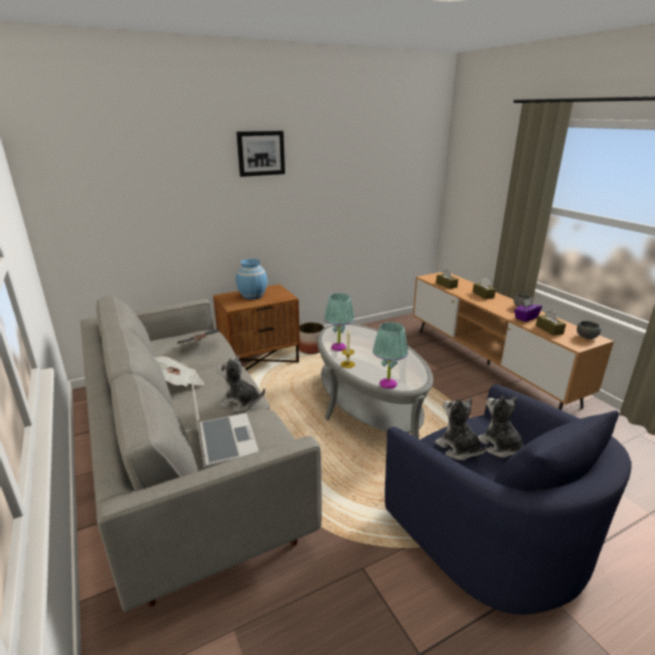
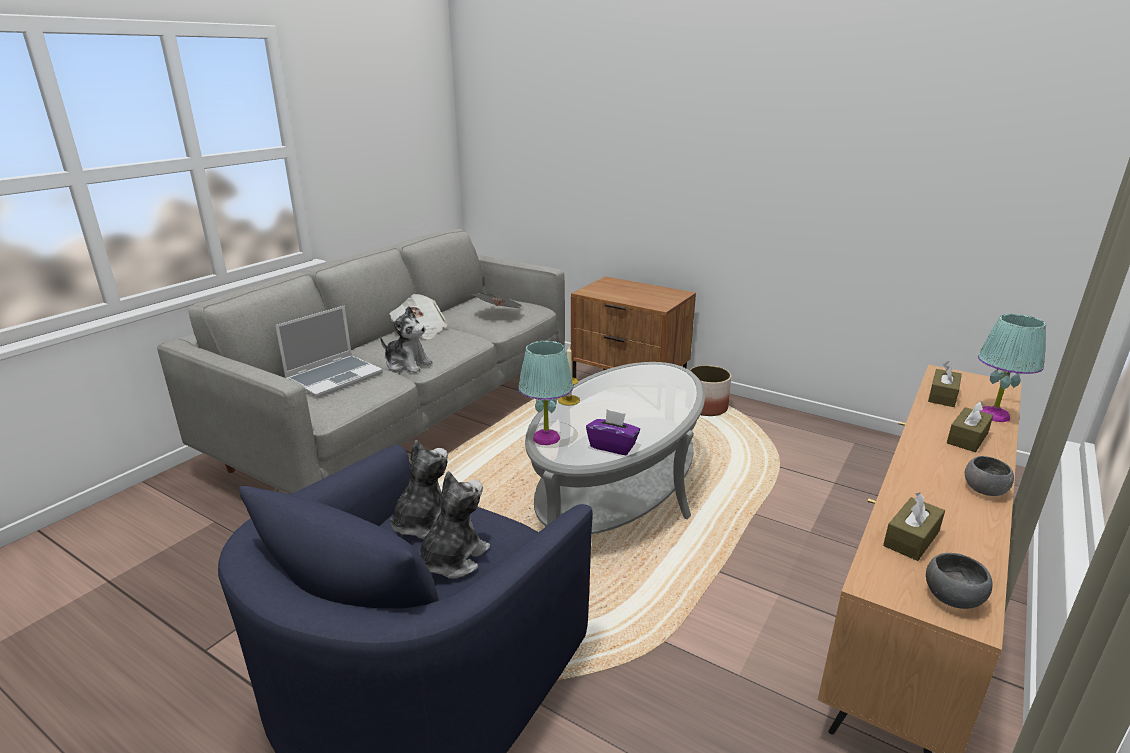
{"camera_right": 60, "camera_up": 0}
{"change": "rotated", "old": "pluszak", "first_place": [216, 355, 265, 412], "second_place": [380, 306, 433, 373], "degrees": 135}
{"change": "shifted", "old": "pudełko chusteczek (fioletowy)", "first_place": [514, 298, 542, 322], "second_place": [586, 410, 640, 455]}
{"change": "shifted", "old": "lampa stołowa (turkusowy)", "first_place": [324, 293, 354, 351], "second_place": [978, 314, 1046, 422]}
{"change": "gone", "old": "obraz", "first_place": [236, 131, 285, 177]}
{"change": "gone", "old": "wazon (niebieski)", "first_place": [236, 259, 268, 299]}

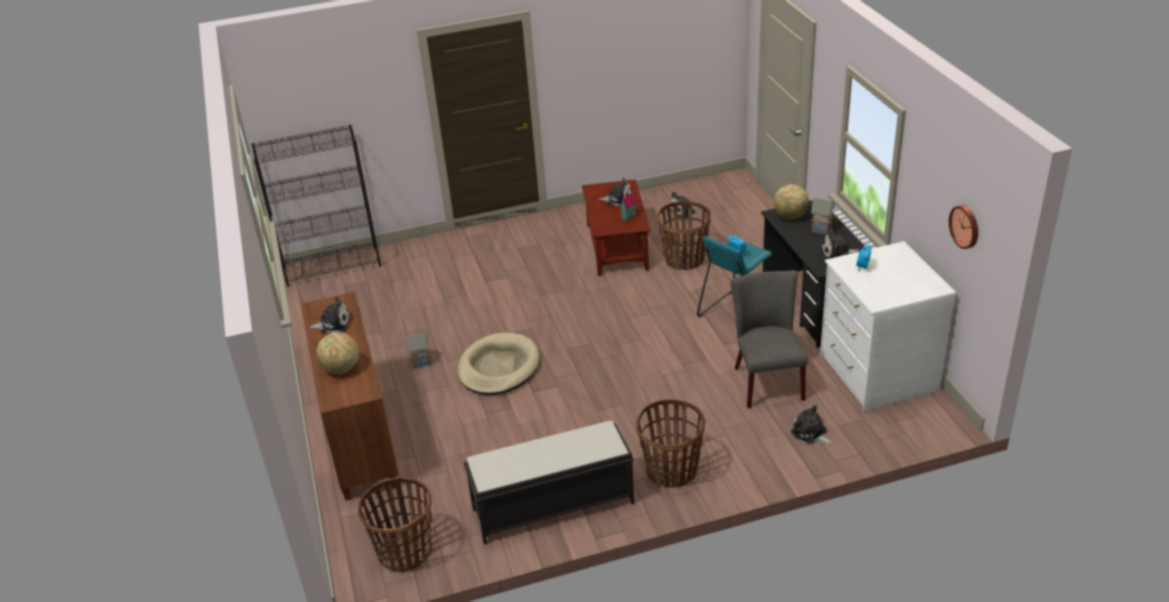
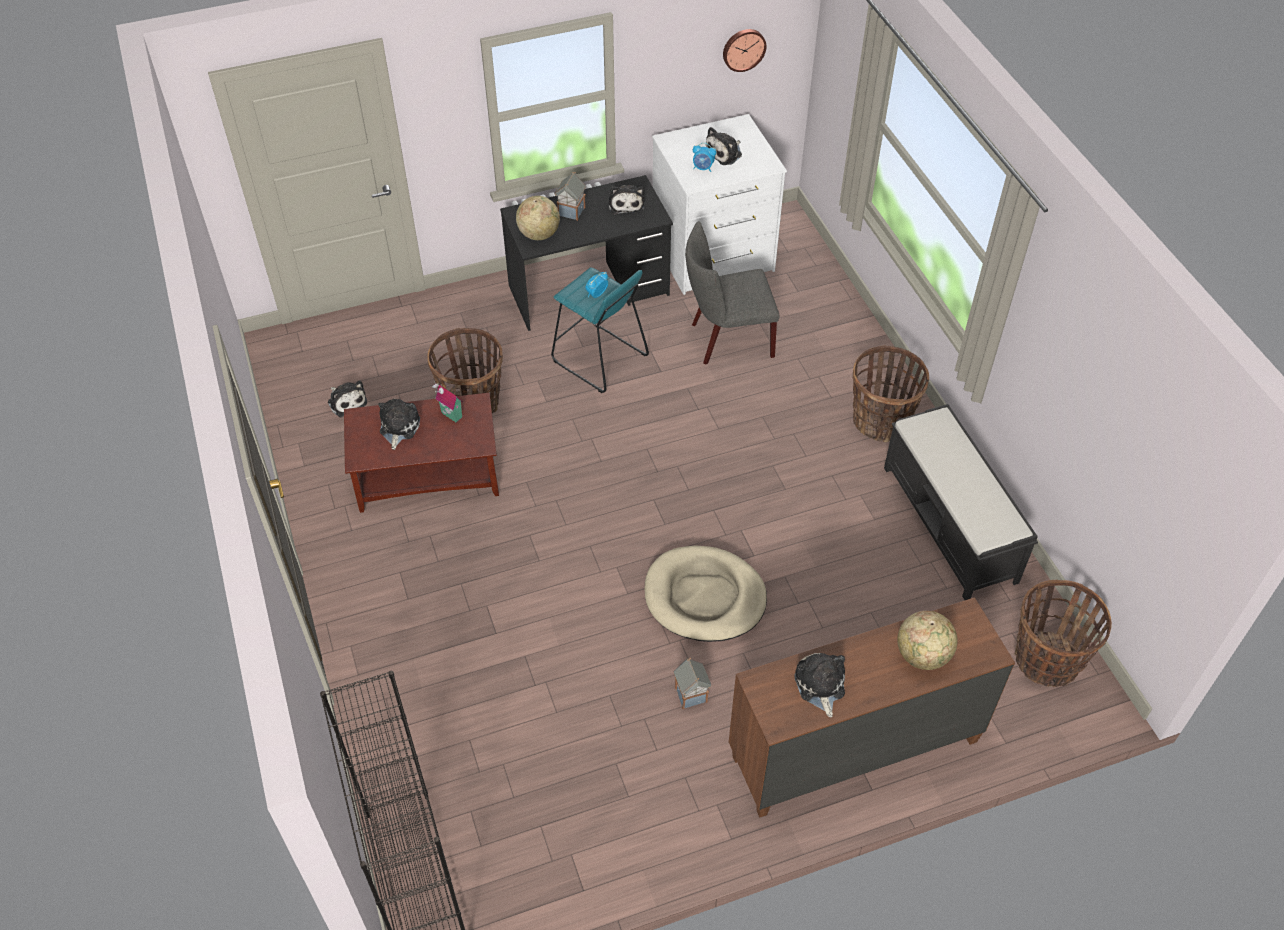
{"camera_right": -95, "camera_up": 15}
{"change": "shifted", "old": "pluszak", "first_place": [791, 405, 832, 444], "second_place": [706, 127, 742, 165]}

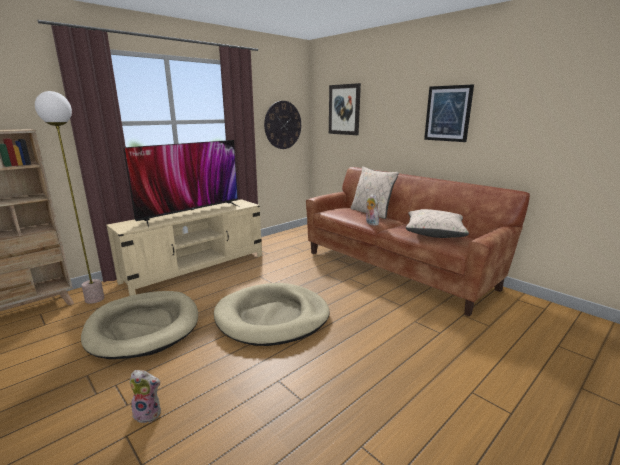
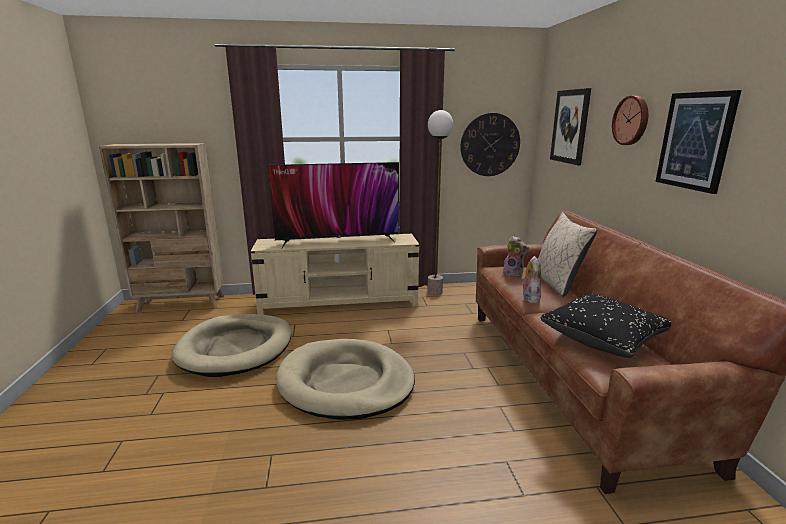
{"camera_right": 35, "camera_up": 0}
{"change": "shifted", "old": "lampa stojąca", "first_place": [35, 91, 104, 304], "second_place": [427, 110, 453, 295]}
{"change": "shifted", "old": "pluszak", "first_place": [129, 370, 161, 423], "second_place": [503, 236, 529, 277]}
{"change": "repainted", "old": "poduszka (beżowy)", "new": "poduszka (czarny)", "first_place": [406, 209, 469, 238], "second_place": [540, 294, 671, 358]}
{"change": "new", "new": "zegar ścienny", "second_place": [612, 96, 648, 145]}

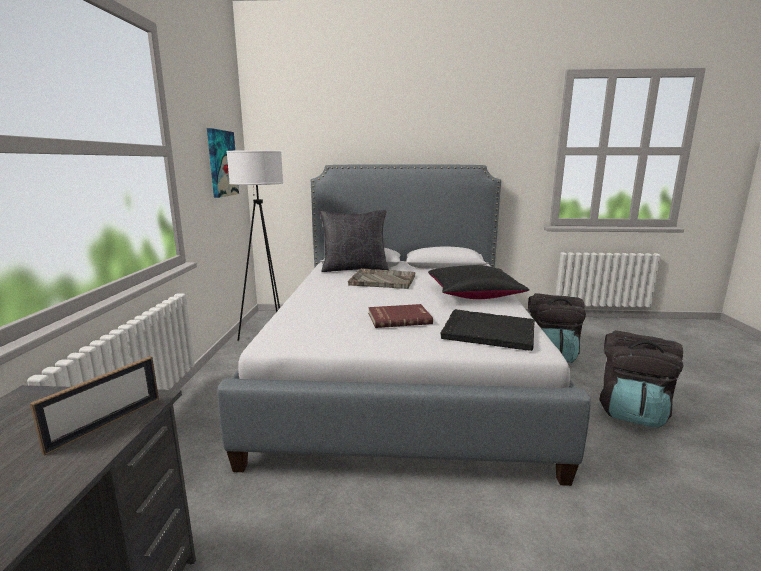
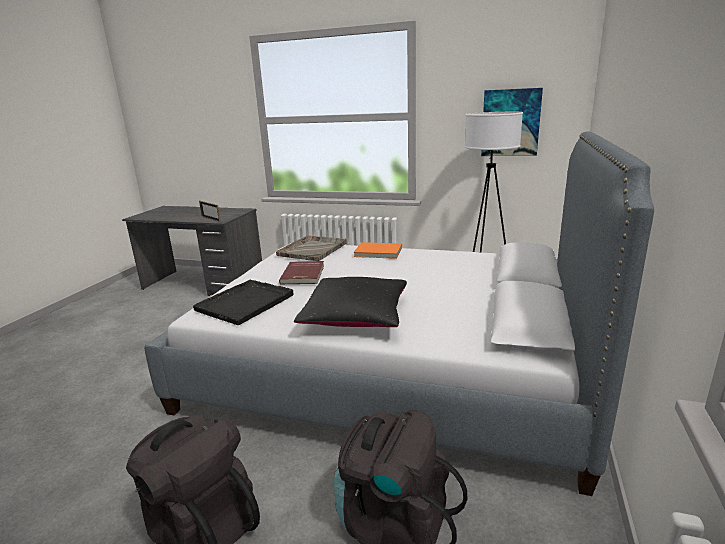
{"camera_right": 105, "camera_up": 5}
{"change": "shifted", "old": "taca (szary)", "first_place": [348, 268, 415, 289], "second_place": [276, 235, 347, 261]}
{"change": "new", "new": "książka (pomarańczowy)", "second_place": [354, 242, 402, 259]}
{"change": "gone", "old": "poduszka (czarny)", "first_place": [320, 210, 389, 272]}

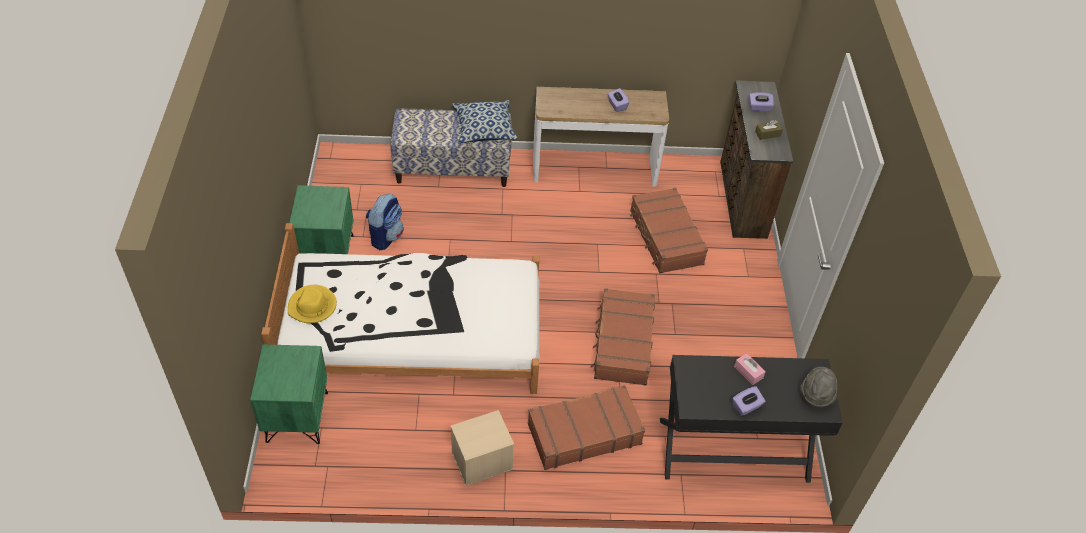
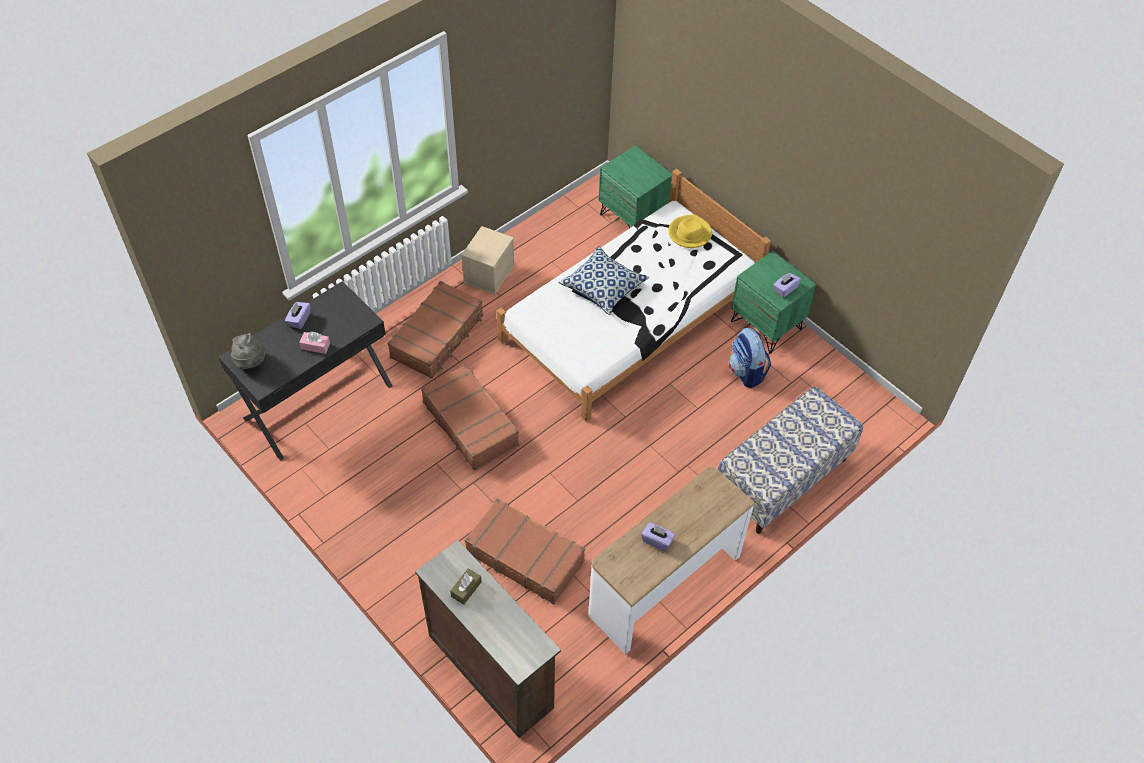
{"camera_right": 140, "camera_up": 5}
{"change": "shifted", "old": "poduszka", "first_place": [452, 100, 518, 144], "second_place": [559, 246, 649, 315]}
{"change": "shifted", "old": "pudełko chusteczek (fioletowy)", "first_place": [749, 92, 774, 112], "second_place": [773, 273, 801, 298]}

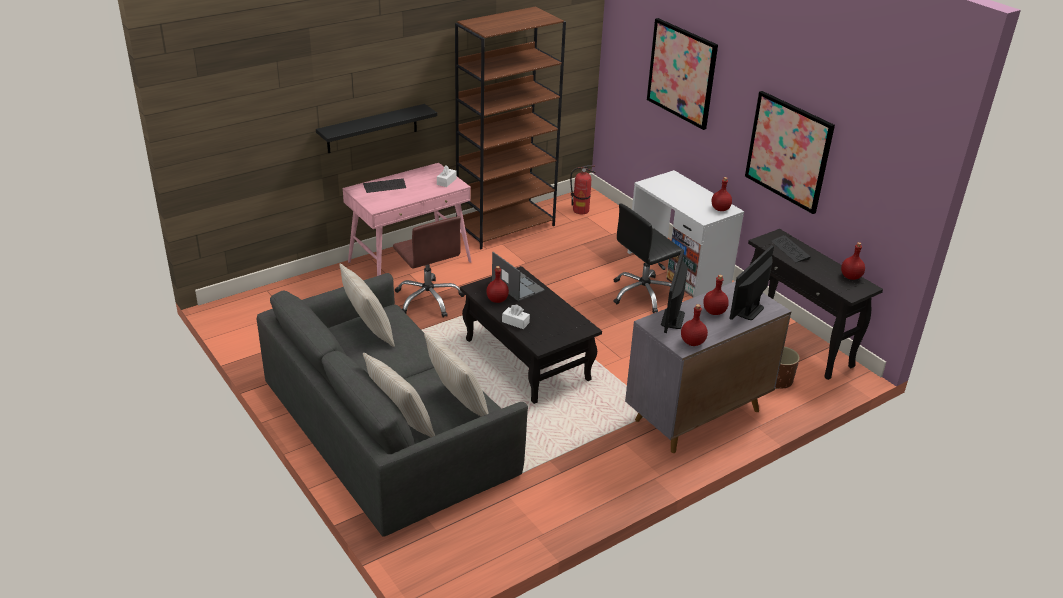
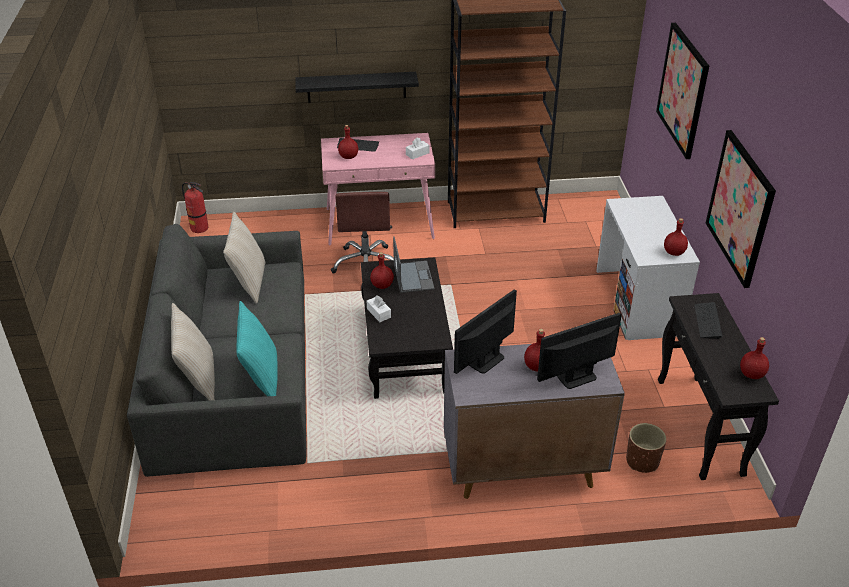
{"camera_right": 30, "camera_up": 5}
{"change": "shifted", "old": "gaśnica", "first_place": [570, 165, 596, 214], "second_place": [182, 182, 208, 233]}
{"change": "repainted", "old": "poduszka (beżowy)", "new": "poduszka (turkusowy)", "first_place": [424, 334, 489, 417], "second_place": [236, 301, 277, 396]}
{"change": "shifted", "old": "butelka (czerwony)", "first_place": [681, 304, 708, 346], "second_place": [338, 125, 358, 159]}
{"change": "gone", "old": "krzesło biurowe (czarny)", "first_place": [614, 203, 683, 314]}

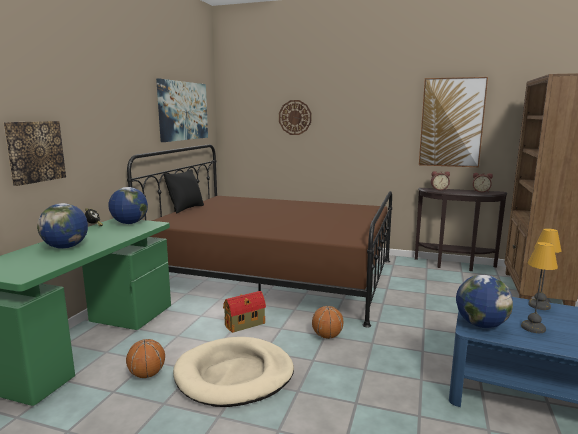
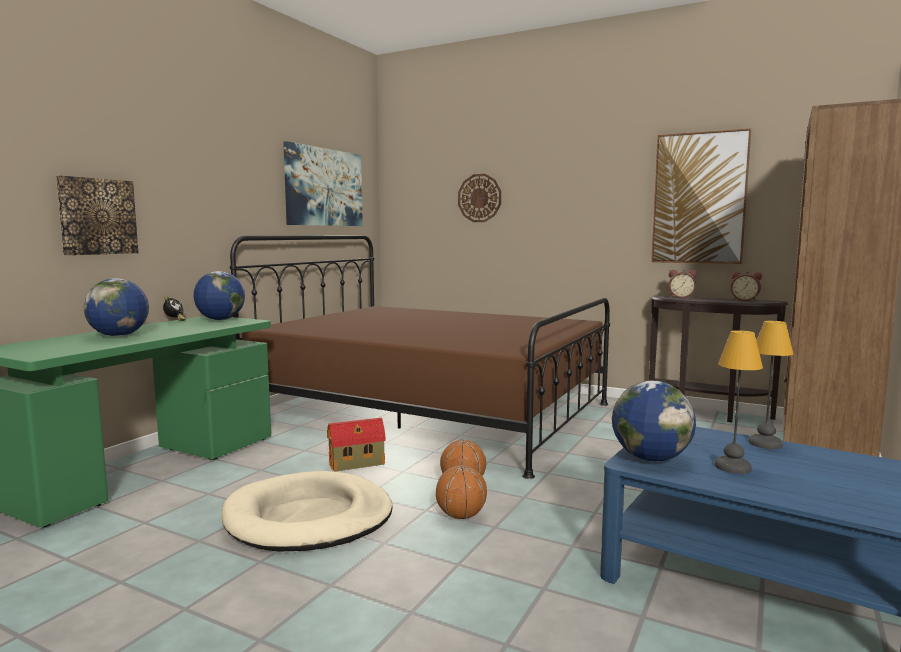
{"camera_right": 10, "camera_up": -5}
{"change": "shifted", "old": "piłka do koszykówki", "first_place": [126, 339, 165, 378], "second_place": [436, 465, 487, 519]}
{"change": "gone", "old": "poduszka (czarny)", "first_place": [164, 169, 204, 213]}

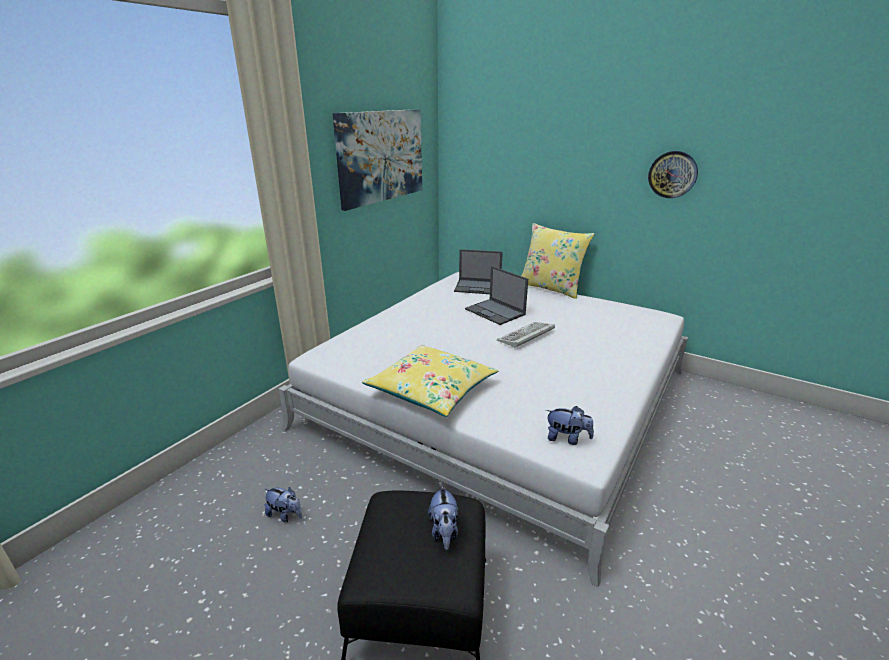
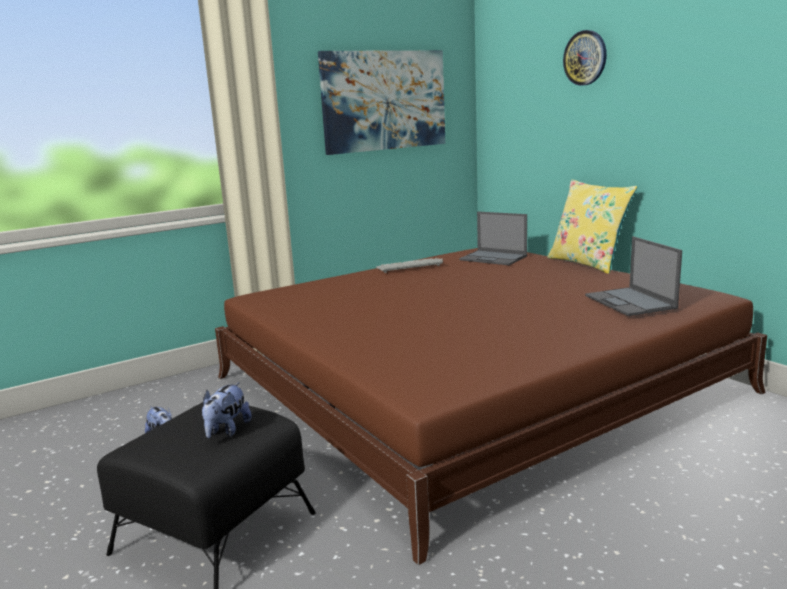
{"camera_right": 25, "camera_up": -10}
{"change": "repainted", "old": "łóżko (biały)", "new": "łóżko (brązowy)", "first_place": [278, 272, 688, 587], "second_place": [215, 248, 767, 565]}
{"change": "shifted", "old": "klawiatura", "first_place": [497, 322, 555, 348], "second_place": [376, 258, 443, 273]}
{"change": "shifted", "old": "zegar ścienny", "first_place": [648, 151, 698, 198], "second_place": [563, 30, 607, 86]}
{"change": "shifted", "old": "laptop", "first_place": [465, 266, 528, 325], "second_place": [585, 236, 682, 316]}
{"change": "gone", "old": "poduszka (żółty)", "first_place": [362, 345, 498, 417]}
{"change": "gone", "old": "pluszak", "first_place": [546, 406, 594, 445]}

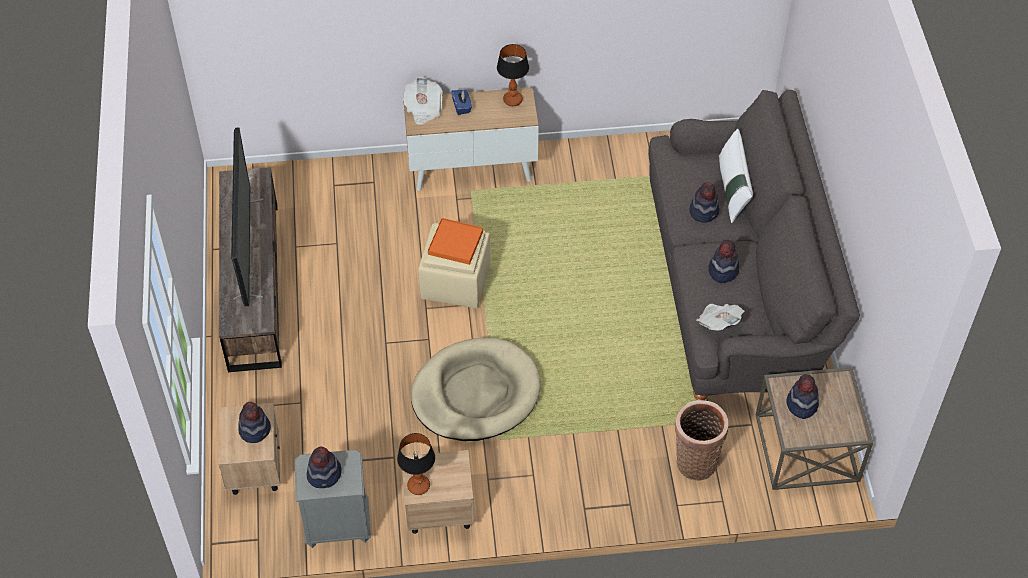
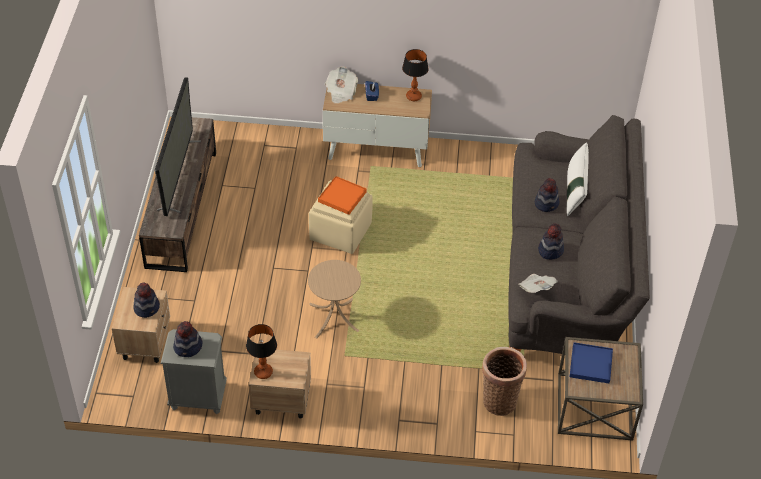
{"camera_right": 10, "camera_up": -5}
{"change": "swapped", "old": "legowisko (beżowy)", "new": "stolik (beżowy)", "first_place": [411, 337, 541, 441], "second_place": [308, 260, 361, 338]}
{"change": "swapped", "old": "kapelusz", "new": "taca (niebieski)", "first_place": [787, 374, 819, 419], "second_place": [570, 342, 613, 383]}

